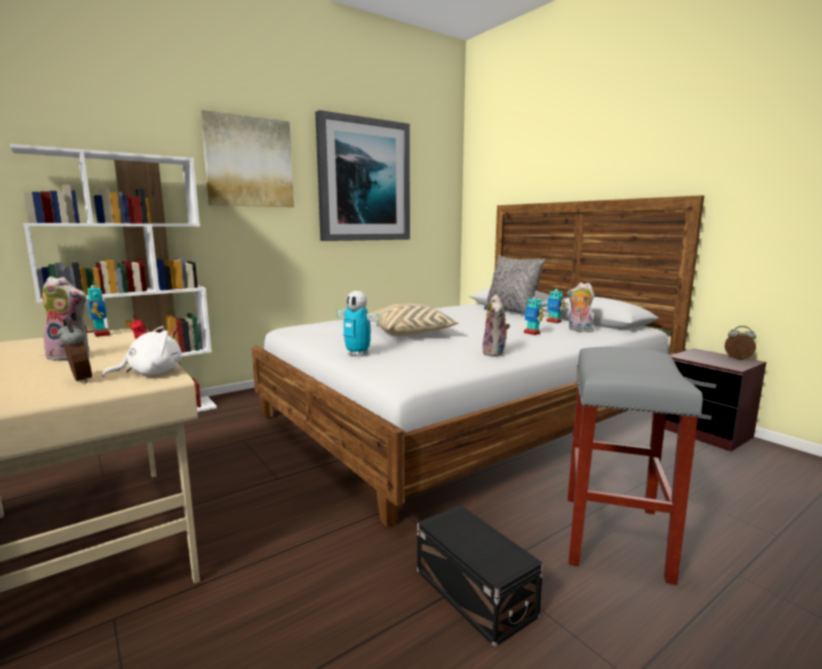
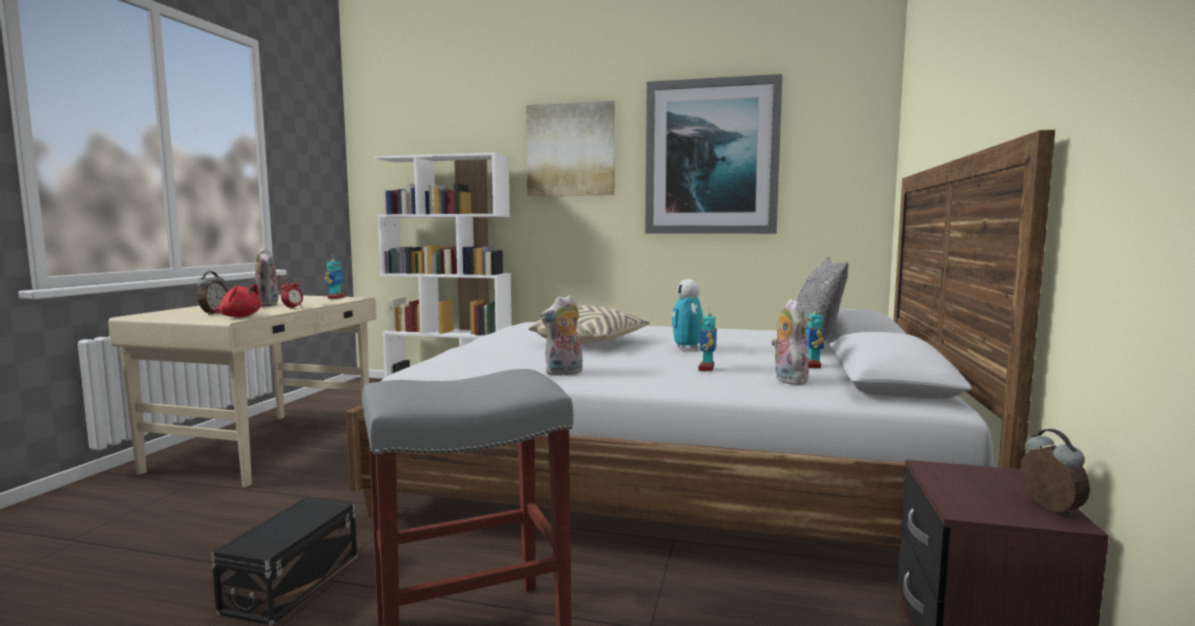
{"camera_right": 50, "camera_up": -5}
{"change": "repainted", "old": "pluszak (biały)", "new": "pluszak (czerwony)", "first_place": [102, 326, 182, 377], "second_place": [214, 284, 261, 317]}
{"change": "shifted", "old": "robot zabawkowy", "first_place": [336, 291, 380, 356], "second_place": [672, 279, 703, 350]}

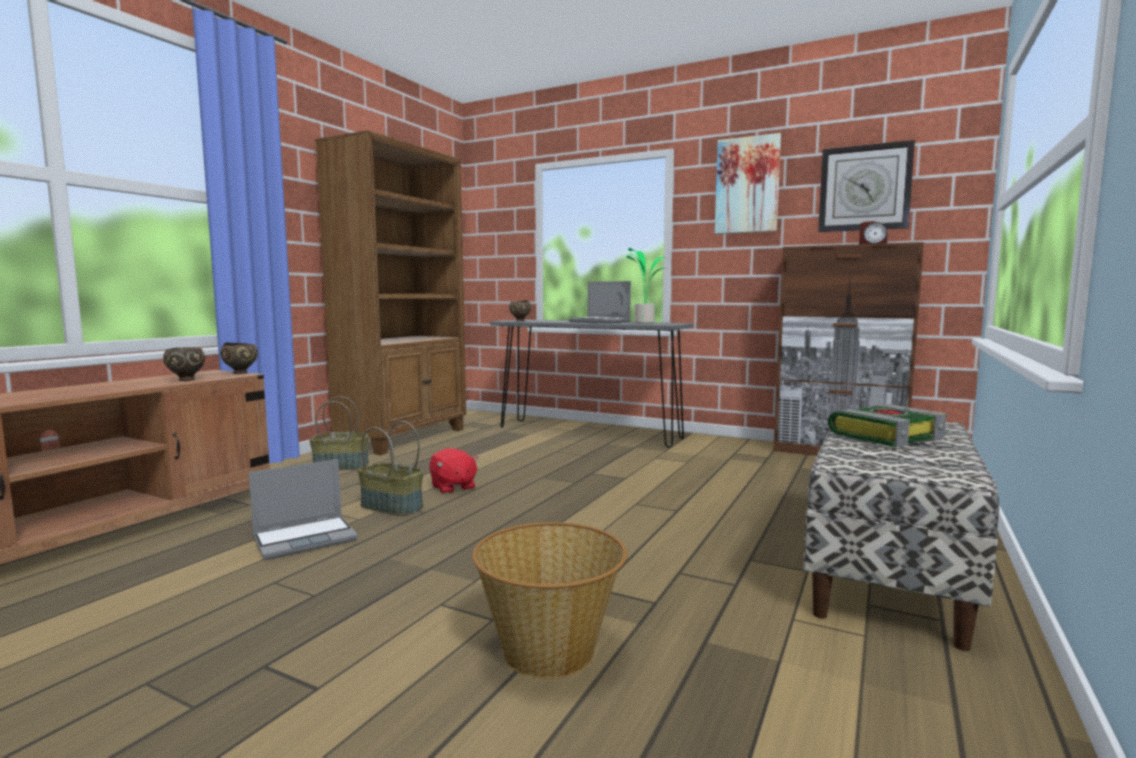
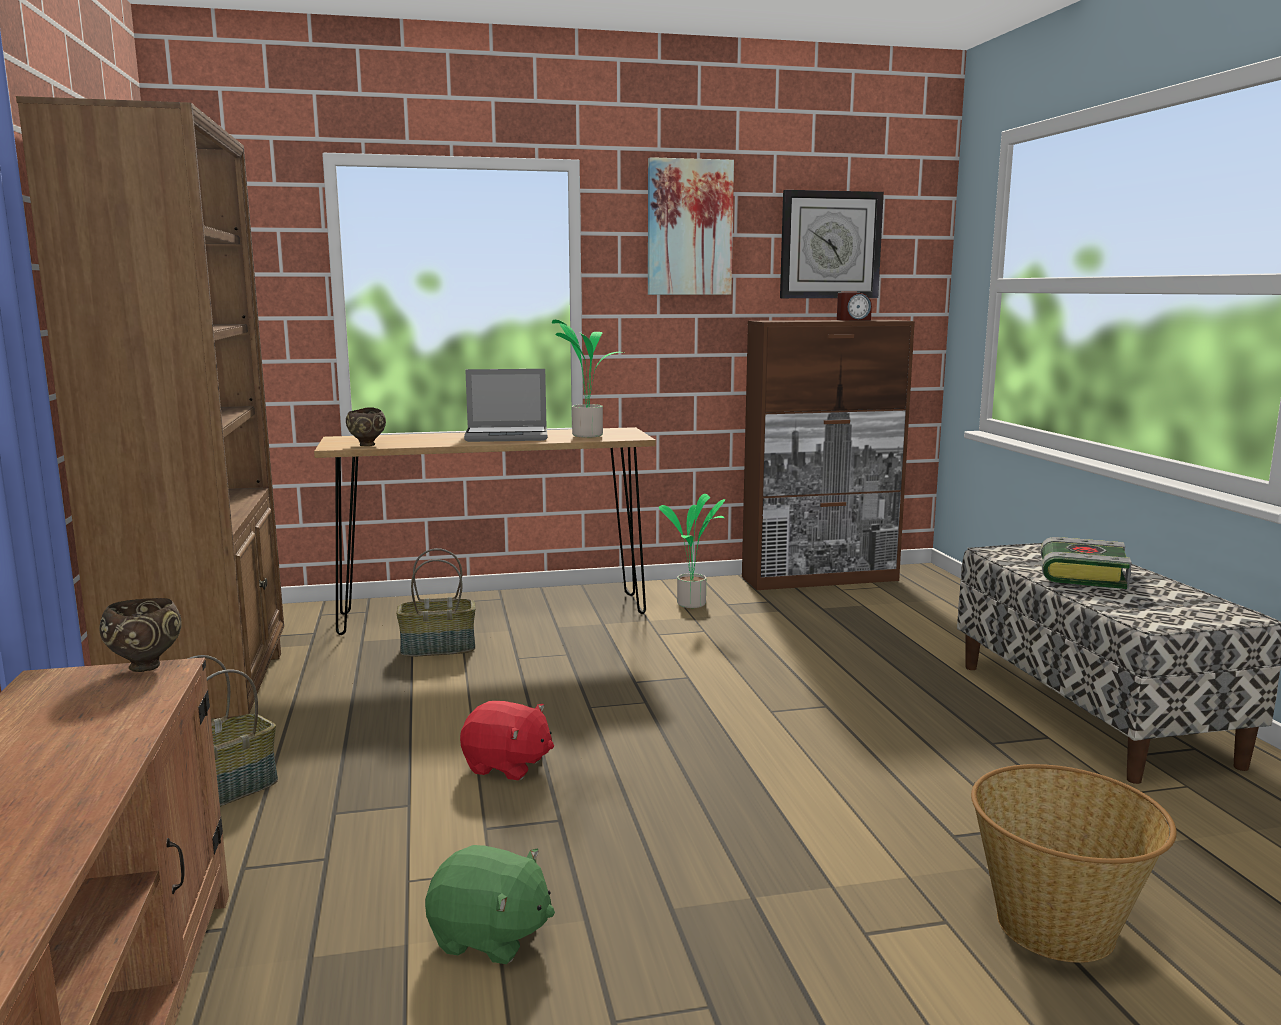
{"camera_right": -40, "camera_up": 5}
{"change": "repainted", "old": "stolik konsolowy (szary)", "new": "stolik konsolowy (brązowy)", "first_place": [490, 320, 694, 448], "second_place": [314, 427, 656, 635]}
{"change": "shifted", "old": "koszyk", "first_place": [358, 421, 424, 516], "second_place": [396, 548, 475, 657]}
{"change": "swapped", "old": "laptop", "new": "pluszak (zielony)", "first_place": [249, 459, 358, 560], "second_place": [425, 845, 555, 964]}
{"change": "new", "new": "roślina doniczkowa", "second_place": [659, 494, 725, 608]}
{"change": "gone", "old": "miska (brązowy)", "first_place": [163, 347, 205, 381]}

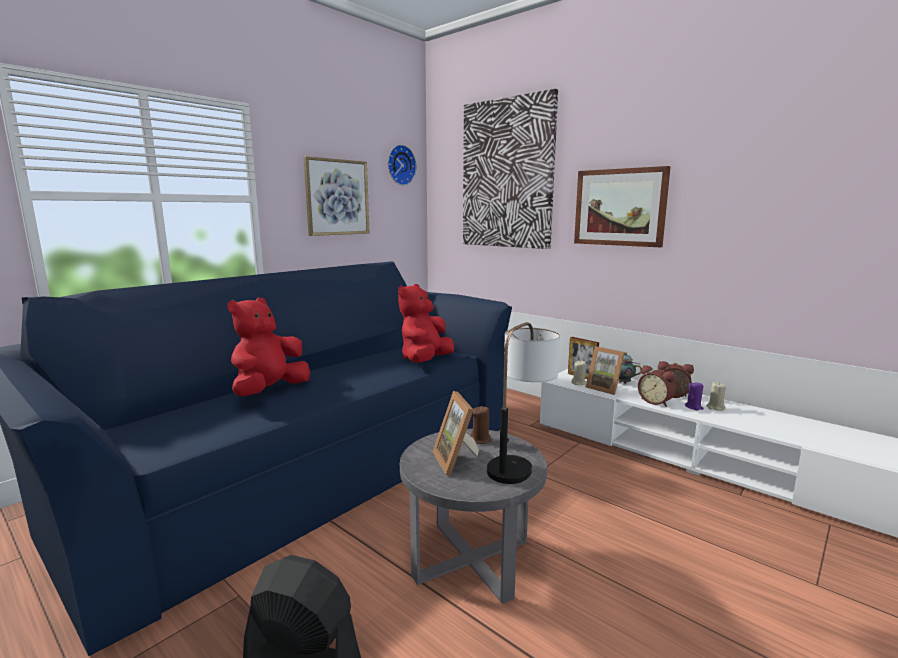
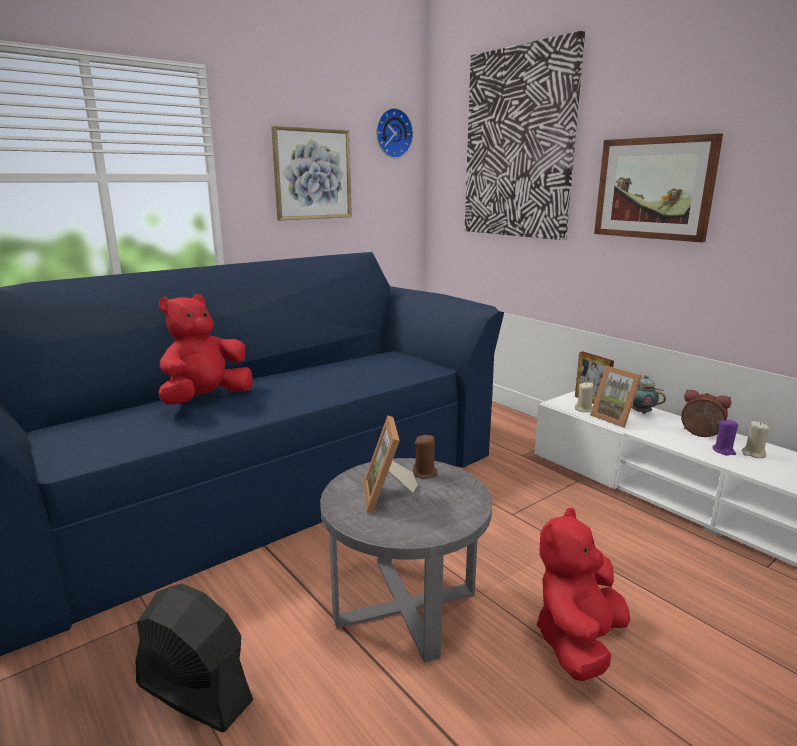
{"camera_right": 10, "camera_up": 5}
{"change": "shifted", "old": "pluszak (czerwony)", "first_place": [398, 284, 454, 363], "second_place": [537, 508, 630, 681]}
{"change": "gone", "old": "lampa stołowa", "first_place": [487, 322, 560, 484]}
{"change": "gone", "old": "budzik", "first_place": [638, 365, 676, 407]}

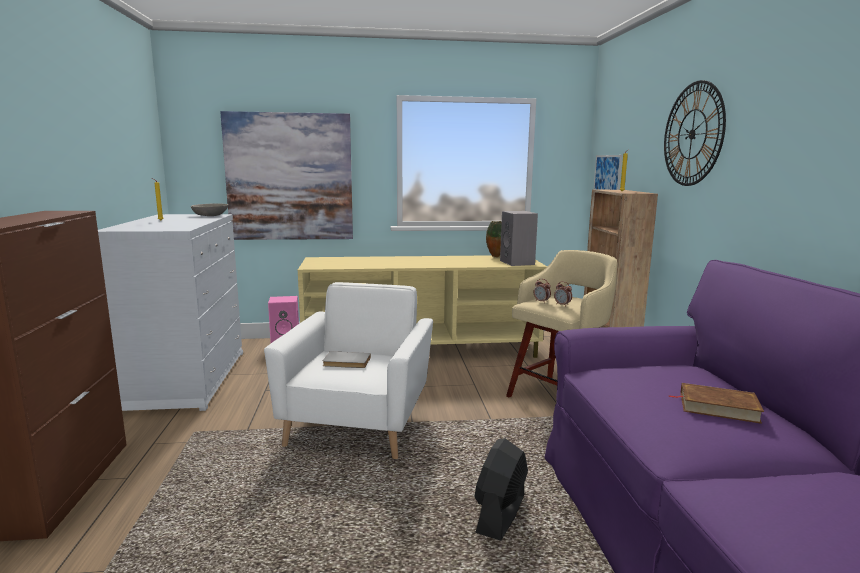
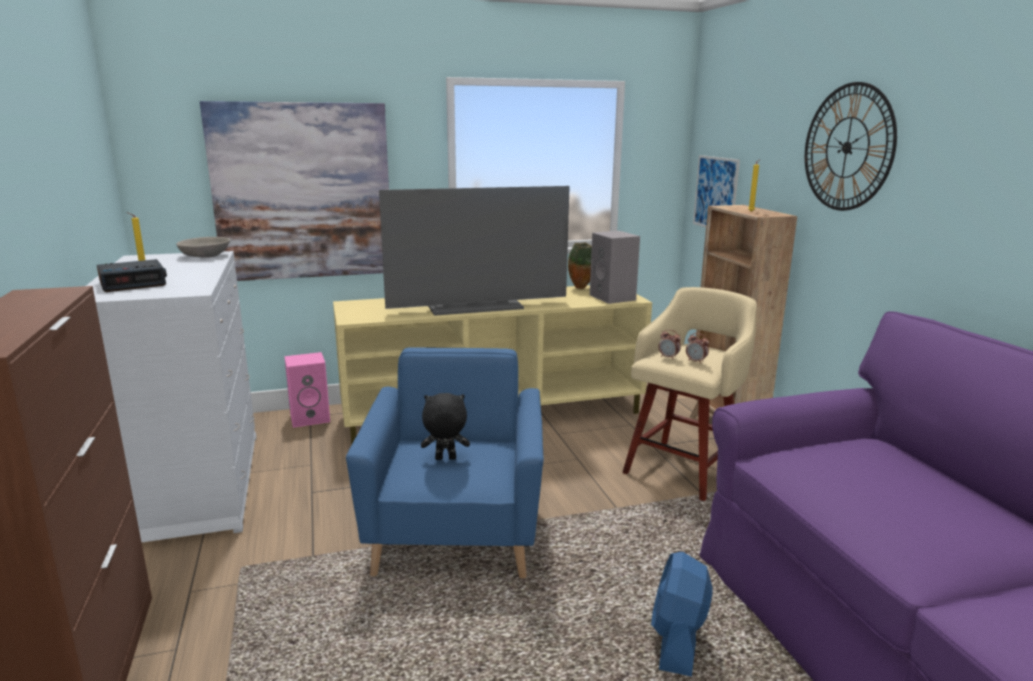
{"camera_right": -10, "camera_up": 5}
{"change": "new", "new": "budzik", "second_place": [97, 259, 167, 292]}
{"change": "repainted", "old": "fotel (biały)", "new": "fotel (niebieski)", "first_place": [264, 282, 433, 459], "second_place": [346, 347, 544, 578]}
{"change": "new", "new": "telewizor", "second_place": [379, 186, 570, 316]}
{"change": "swapped", "old": "książka (szary)", "new": "pluszak (czarny)", "first_place": [323, 351, 371, 368], "second_place": [421, 393, 470, 460]}
{"change": "repainted", "old": "wentylator (czarny)", "new": "wentylator (niebieski)", "first_place": [474, 438, 528, 541], "second_place": [651, 552, 712, 677]}
{"change": "gone", "old": "książka (brązowy)", "first_place": [668, 383, 764, 424]}

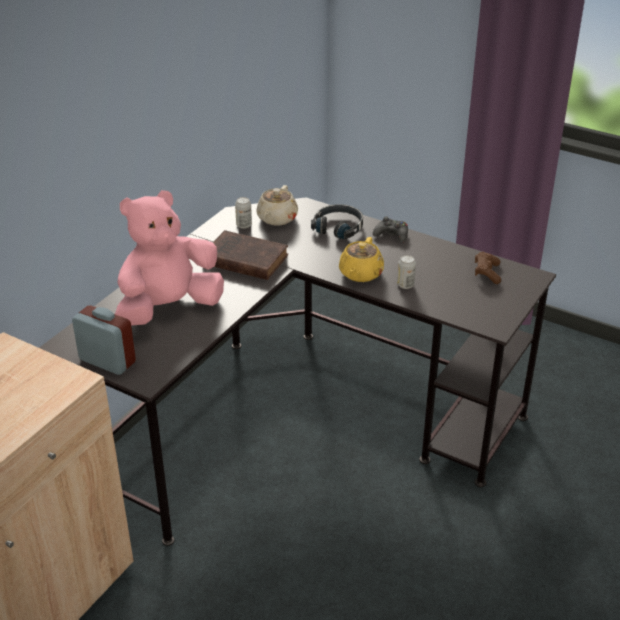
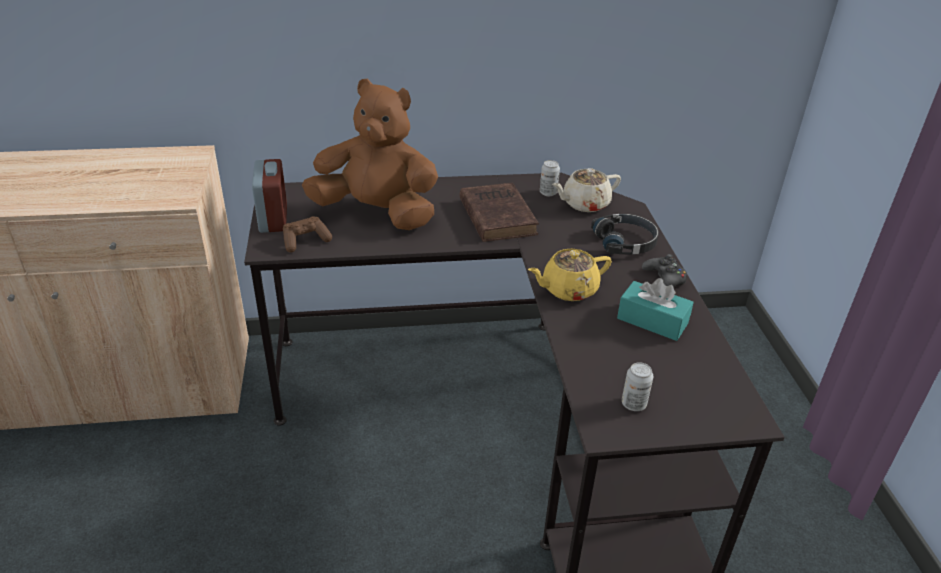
{"camera_right": 50, "camera_up": 0}
{"change": "shifted", "old": "pad do gier (brązowy)", "first_place": [475, 252, 501, 284], "second_place": [283, 217, 332, 253]}
{"change": "repainted", "old": "pluszak (różowy)", "new": "pluszak (brązowy)", "first_place": [115, 190, 224, 326], "second_place": [302, 79, 438, 230]}
{"change": "new", "new": "pudełko chusteczek (turkusowy)", "second_place": [617, 278, 694, 341]}
{"change": "shifted", "old": "puszka", "first_place": [397, 255, 416, 289], "second_place": [622, 362, 653, 411]}

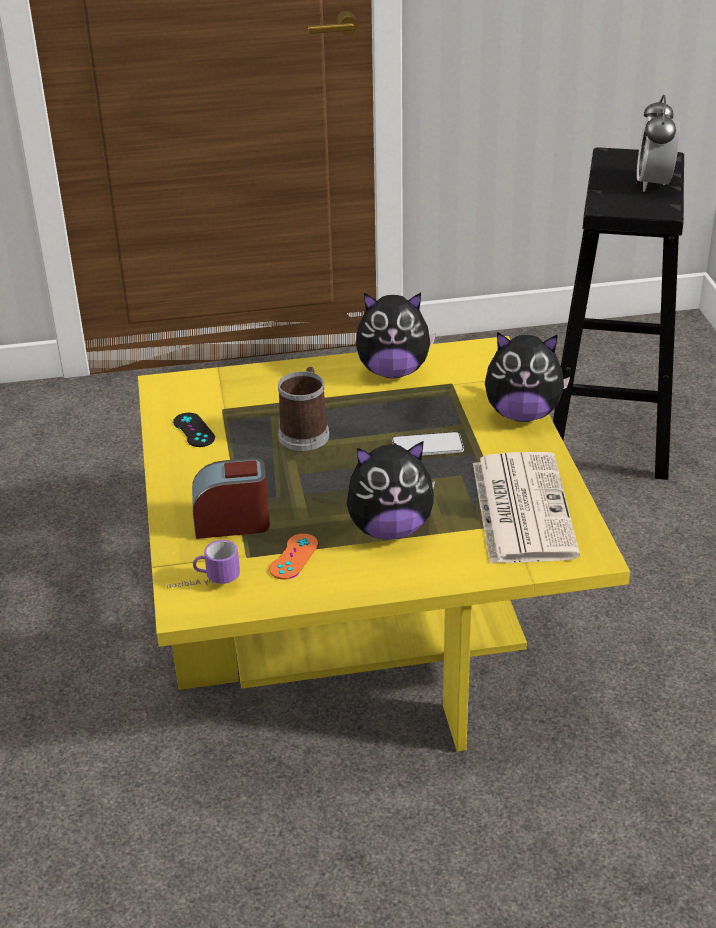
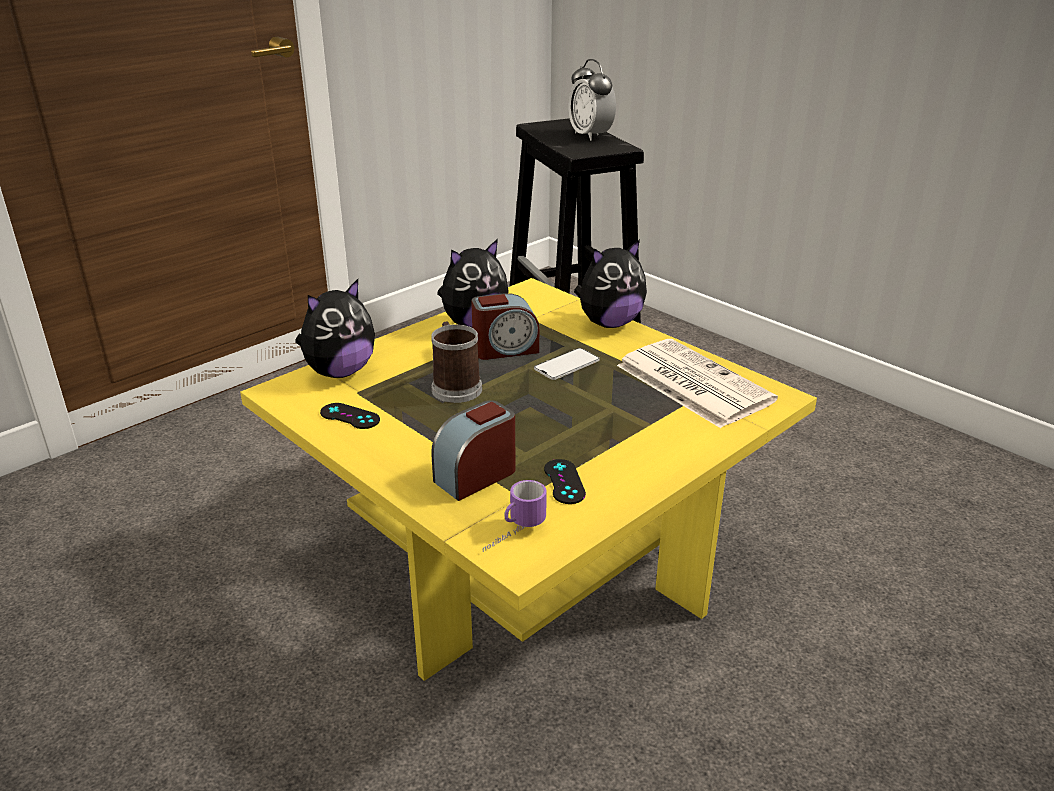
{"camera_right": -35, "camera_up": -5}
{"change": "shifted", "old": "pluszak", "first_place": [347, 441, 436, 539], "second_place": [295, 279, 375, 378]}
{"change": "new", "new": "budzik", "second_place": [471, 293, 540, 360]}
{"change": "repainted", "old": "pad do gier (pomarańczowy)", "new": "pad do gier (czarny)", "first_place": [269, 534, 318, 580], "second_place": [544, 459, 586, 504]}

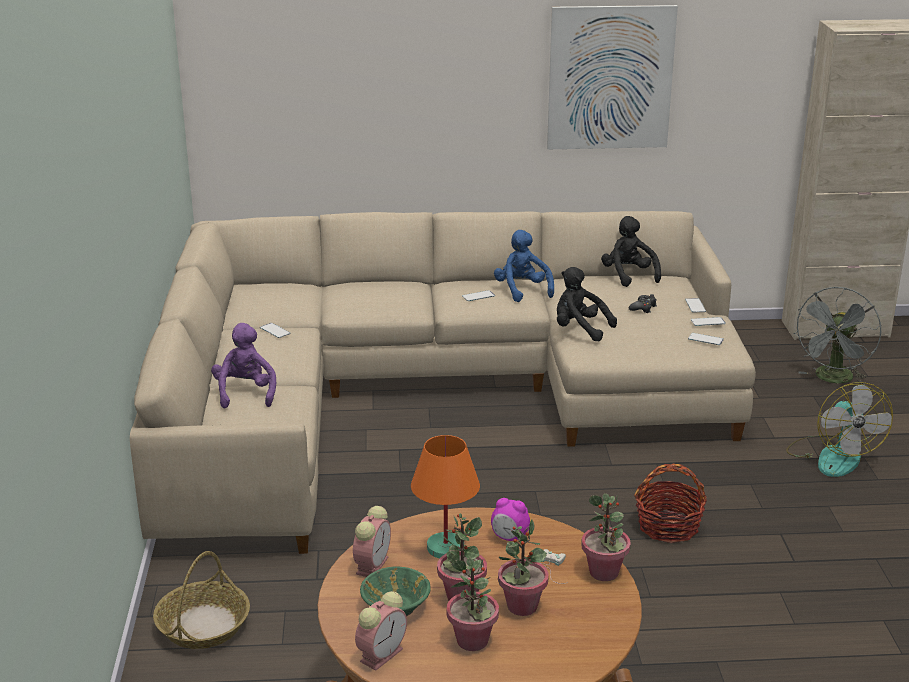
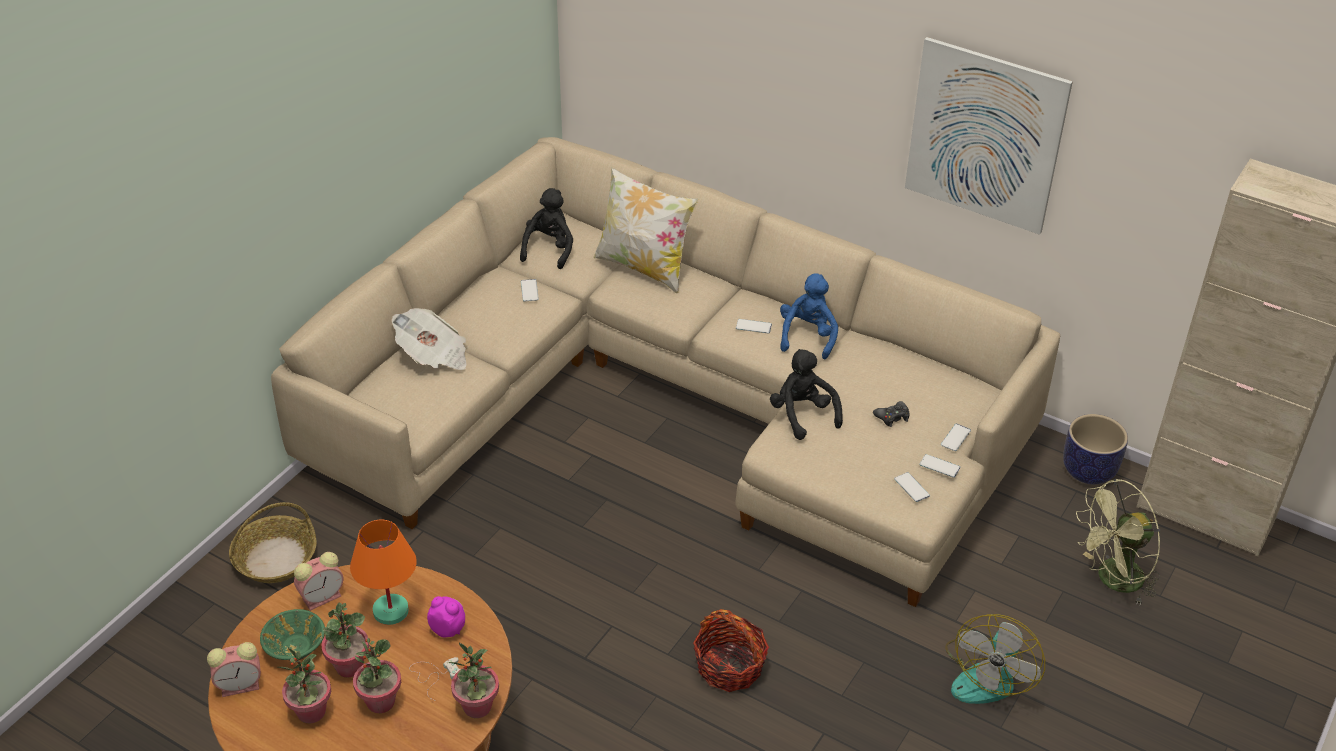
{"camera_right": 35, "camera_up": 15}
{"change": "swapped", "old": "pluszak (fioletowy)", "new": "gazeta", "first_place": [211, 323, 276, 408], "second_place": [391, 308, 466, 370]}
{"change": "rotated", "old": "budzik", "first_place": [491, 498, 530, 541], "second_place": [427, 596, 465, 637], "degrees": 150}
{"change": "shifted", "old": "pluszak (czarny)", "first_place": [601, 216, 661, 287], "second_place": [520, 188, 573, 269]}
{"change": "new", "new": "poduszka", "second_place": [593, 167, 698, 294]}
{"change": "new", "new": "donica", "second_place": [1063, 414, 1128, 484]}
{"change": "repainted", "old": "wentylator (szary)", "new": "wentylator (zielony)", "first_place": [793, 287, 882, 385], "second_place": [1076, 479, 1160, 604]}

